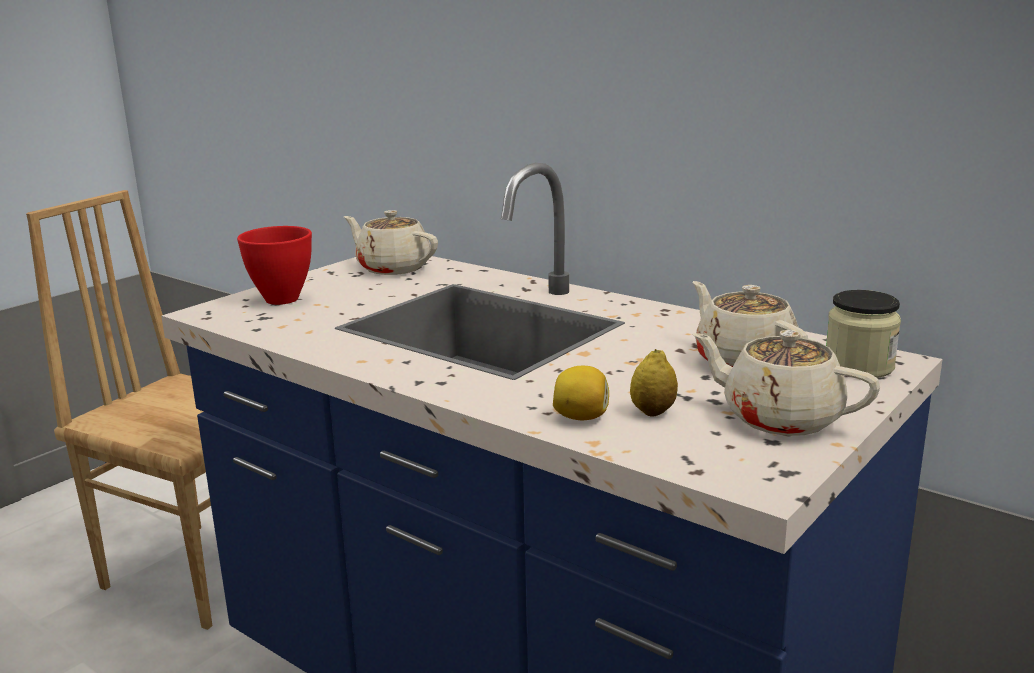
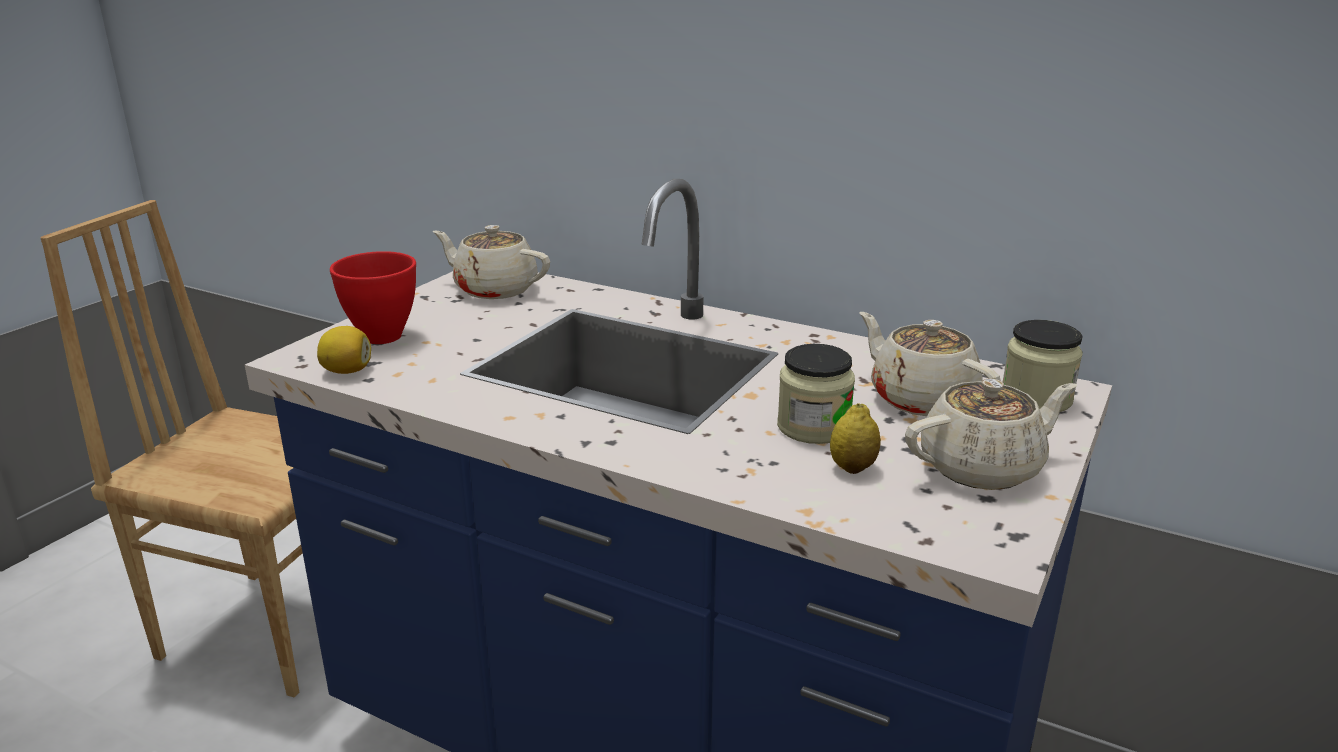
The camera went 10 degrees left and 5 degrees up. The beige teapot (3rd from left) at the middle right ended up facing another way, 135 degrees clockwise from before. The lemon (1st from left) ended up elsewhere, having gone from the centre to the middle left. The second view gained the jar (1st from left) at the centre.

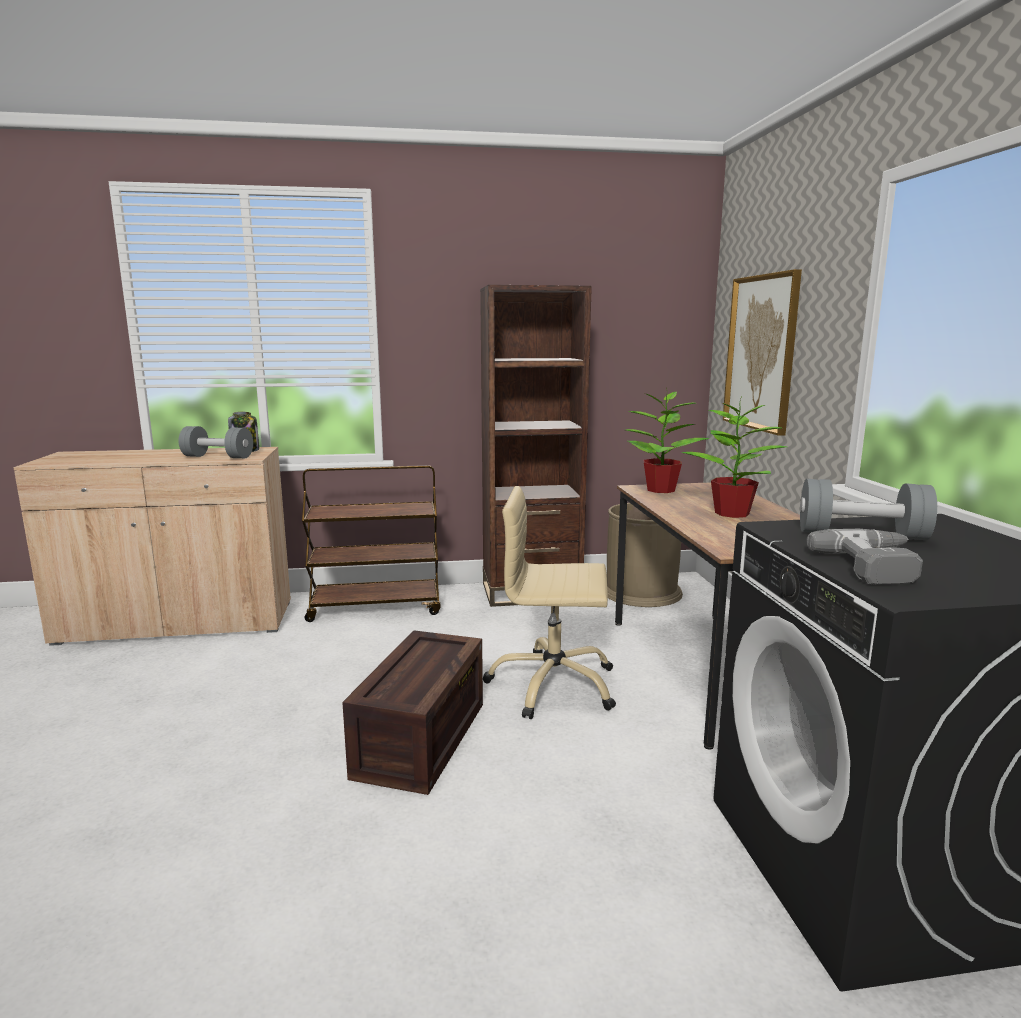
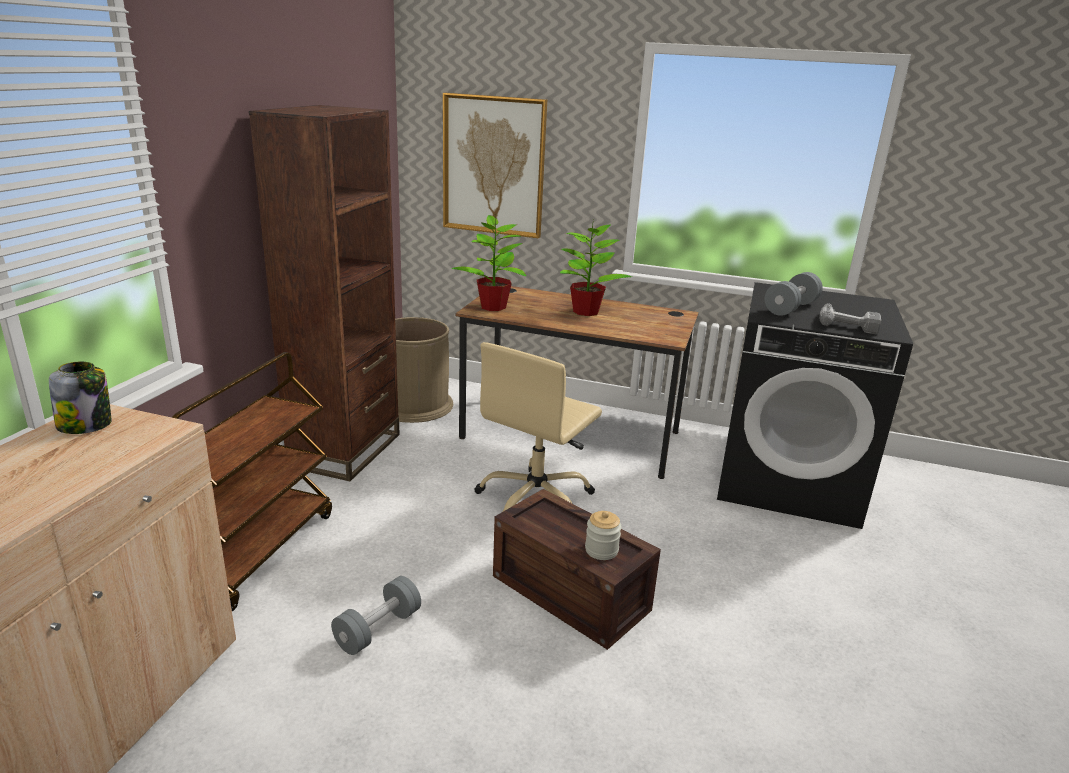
The camera went 65 degrees left and 10 degrees up. The grey dumbbell (1st from left) ended up elsewhere, having gone from the middle left to the bottom centre. The second view gained the jar (2nd from left) at the bottom centre.

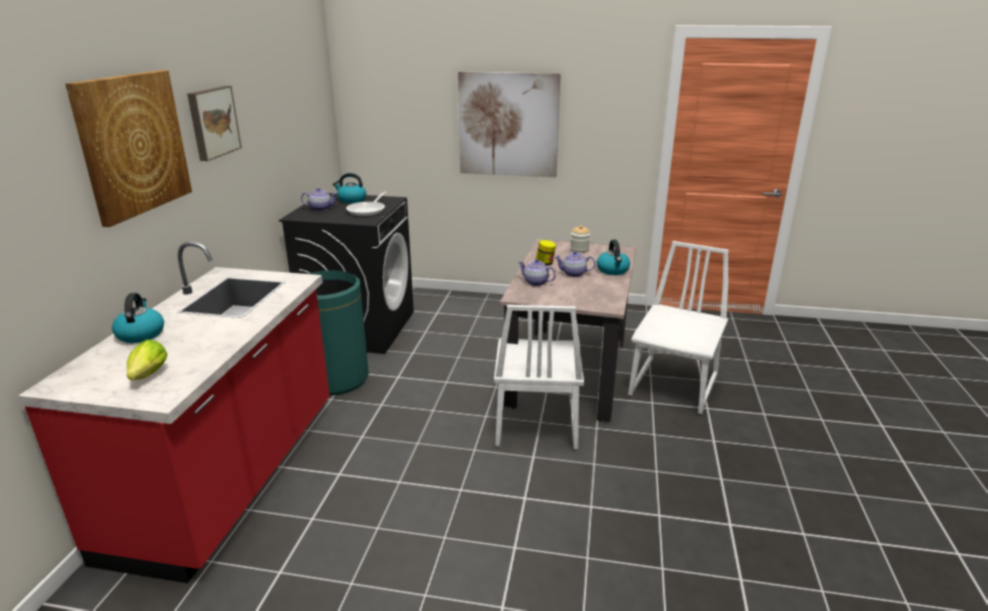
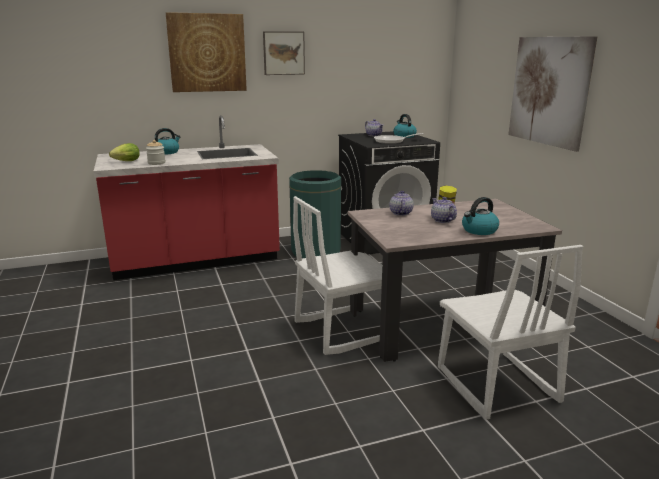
The camera went 60 degrees right and 5 degrees down. The jar (2nd from left in the first image) ended up elsewhere, having gone from the centre to the top left. The white chair (2nd from left) at the middle right ended up facing another way, 75 degrees clockwise from before.

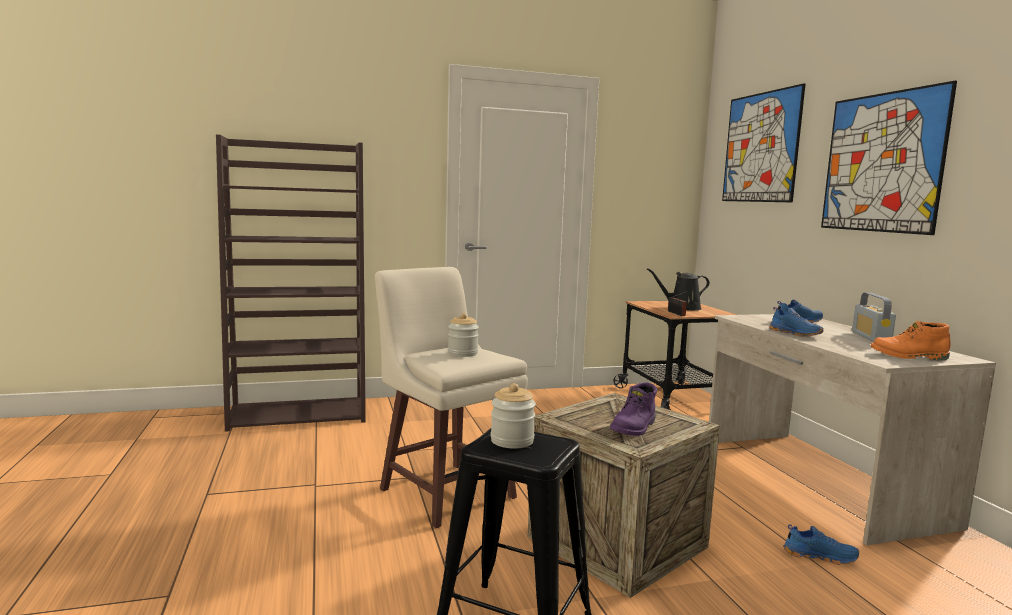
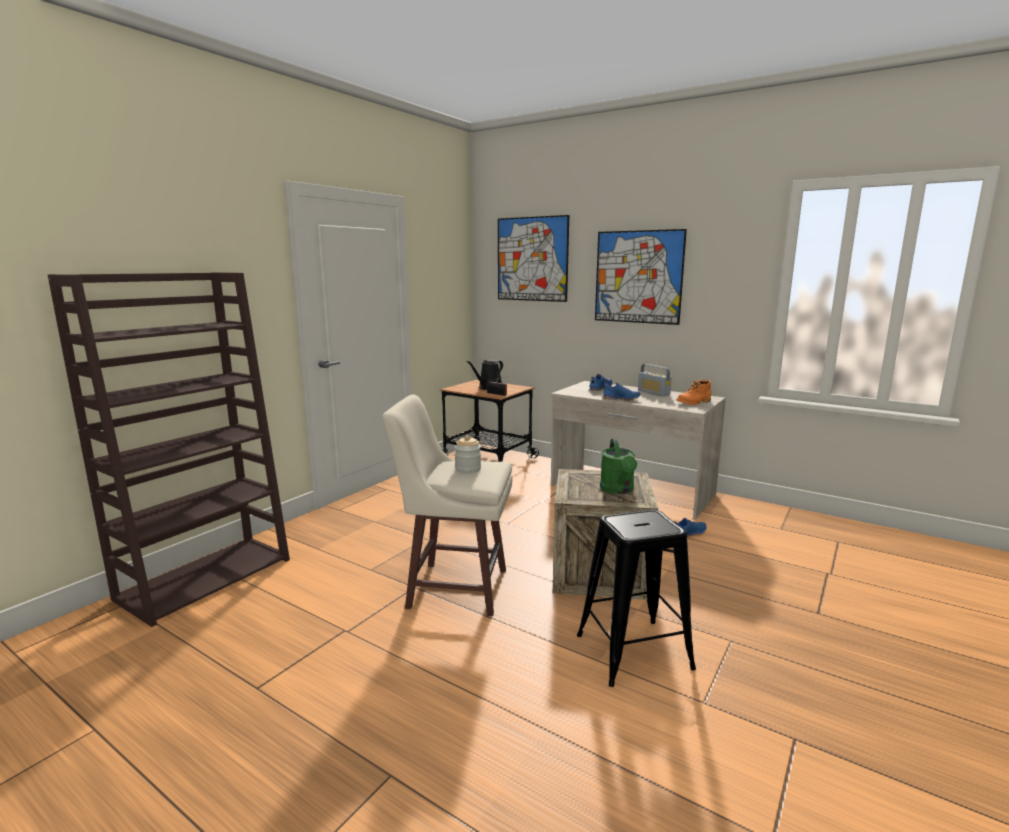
The camera went 40 degrees left and 5 degrees up. The second view lost the jar (2nd from left) at the bottom centre. Where the purple boot stood at the centre, the green watering can came to stand at the centre.

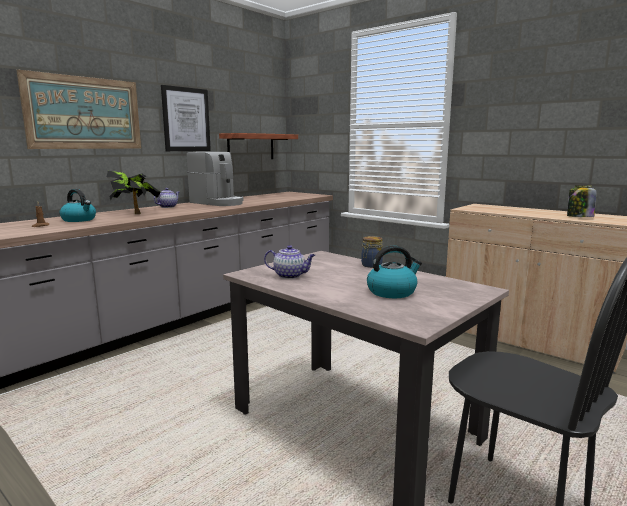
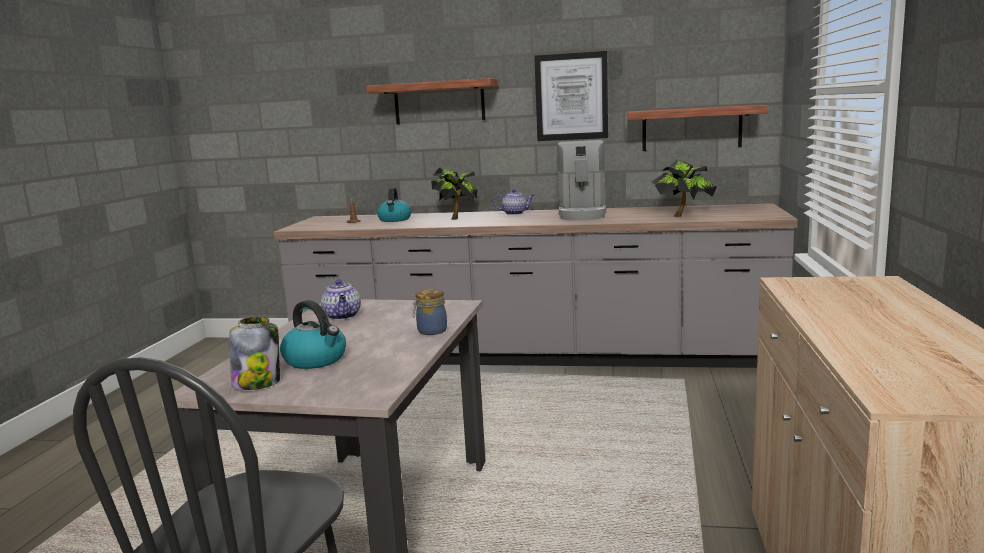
The camera went 60 degrees right and 0 degrees up. Where the picture (1st from left) hung at the top left, the shelf (1st from left) came to hang at the top centre. The jar (2nd from left in the first image) ended up elsewhere, having gone from the middle right to the middle left. The second view gained the potted plant (2nd from left) at the middle right.

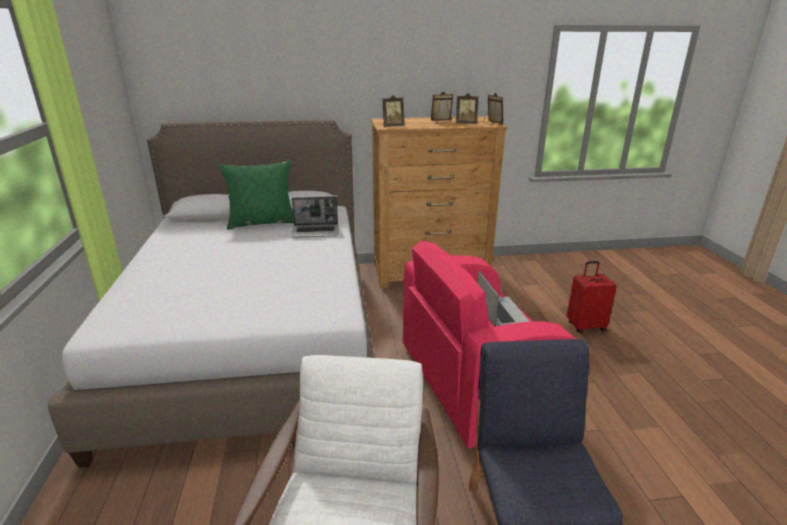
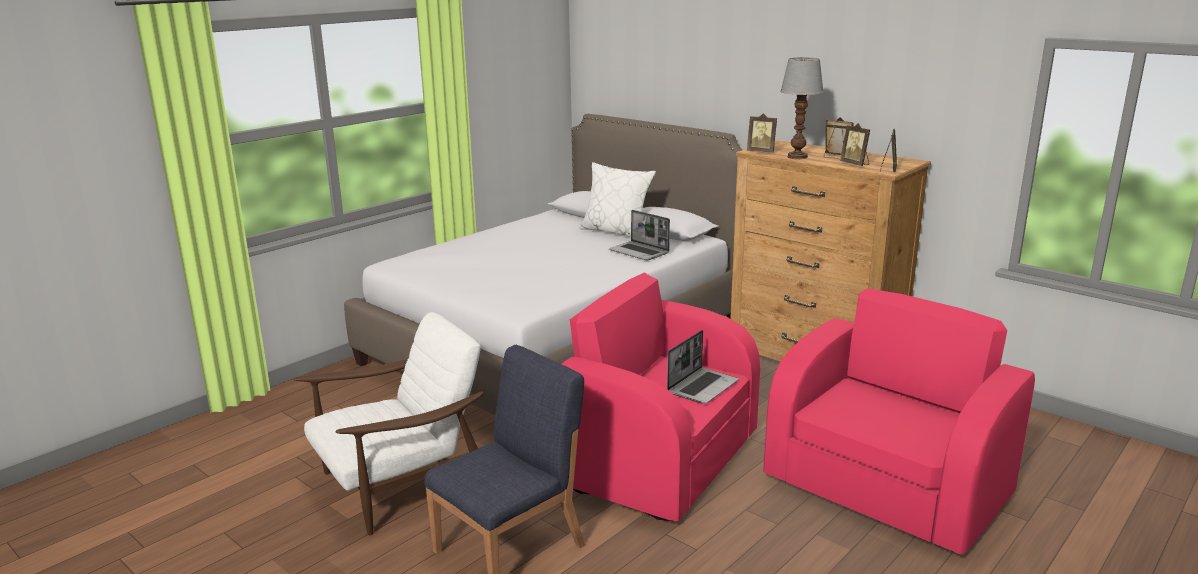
The camera went 50 degrees right and 5 degrees down. What was the green pillow at the middle left turned into the white pillow at the centre. Where the red suitcase stood at the middle right, the pink armchair (2nd from left) came to stand at the bottom right. The second view gained the table lamp at the top right.

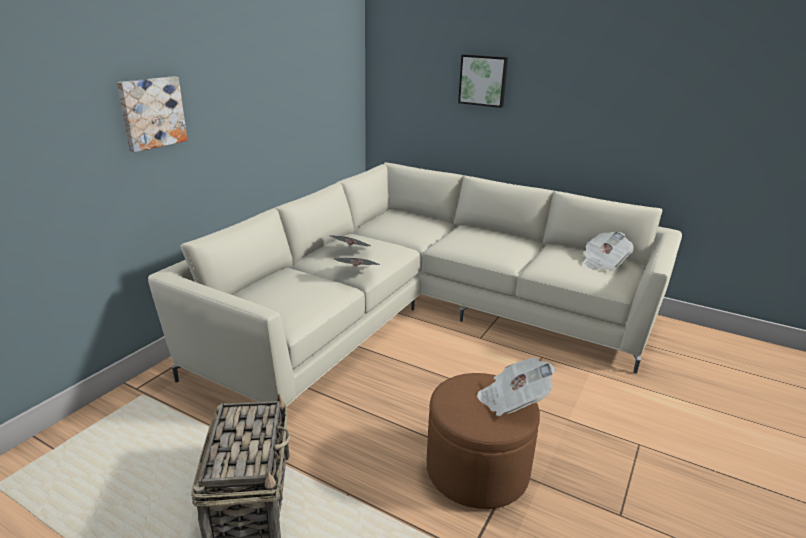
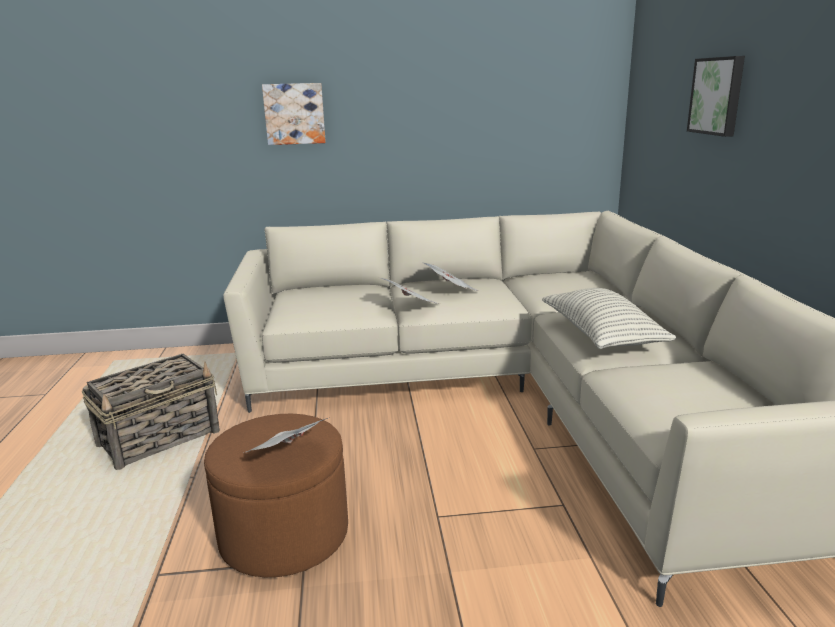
The camera went 55 degrees right and 5 degrees down. The second view lost the newspaper (4th from left) at the middle right. The second view gained the pillow at the middle right.

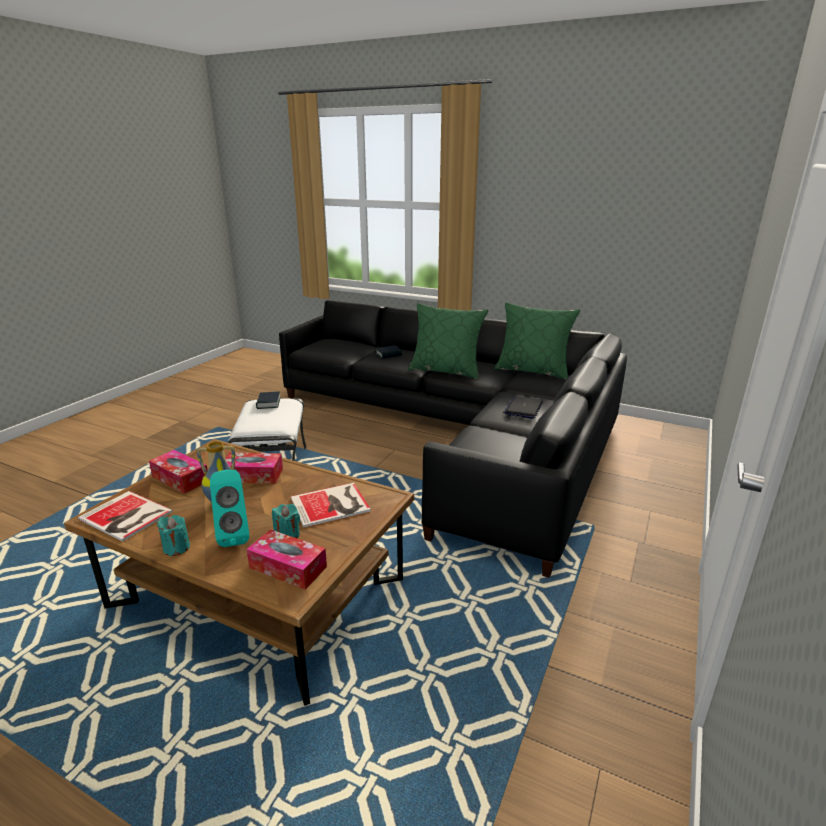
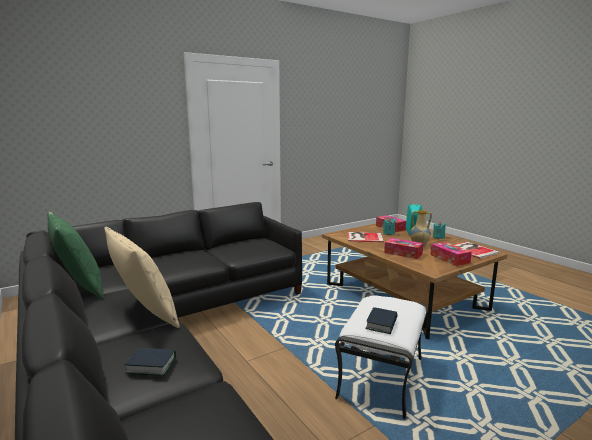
The camera went 150 degrees left and 10 degrees down. What was the green pillow (1st from left) at the centre turned into the beige pillow at the middle left. The second view lost the laptop at the centre.

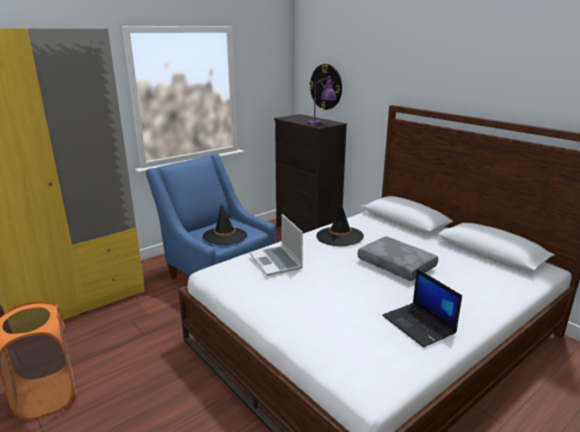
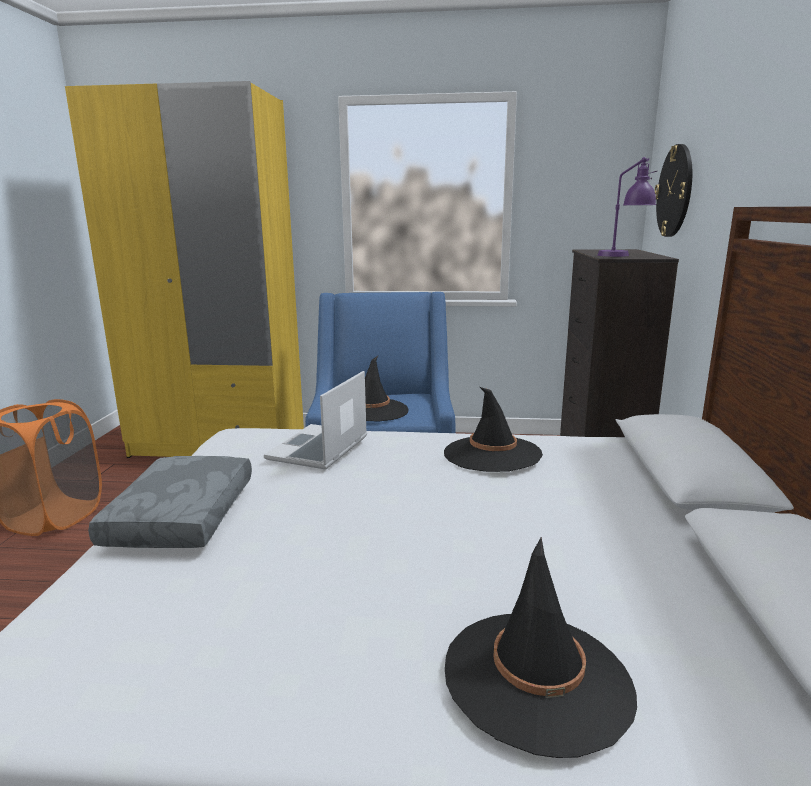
The camera went 45 degrees right and 5 degrees down. The grey pillow ended up elsewhere, having gone from the middle right to the middle left. The second view lost the laptop (2nd from left) at the bottom right. The second view gained the black hat (3rd from left) at the bottom right.

